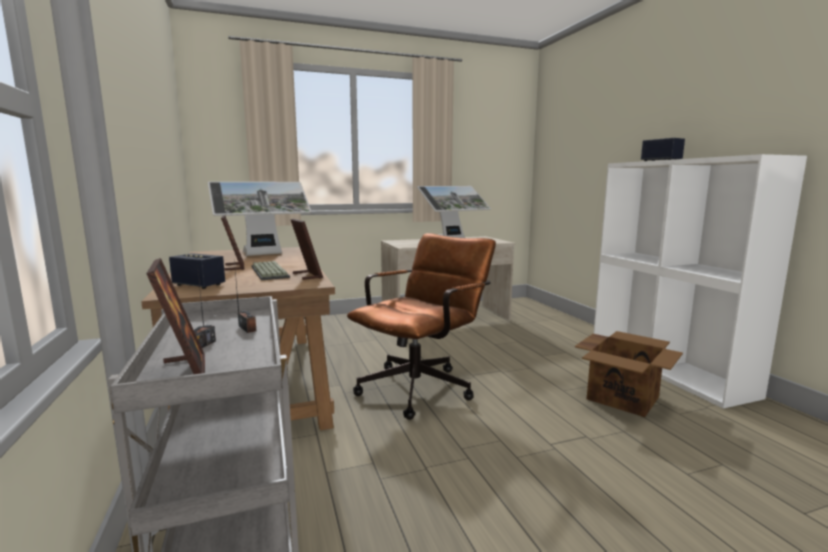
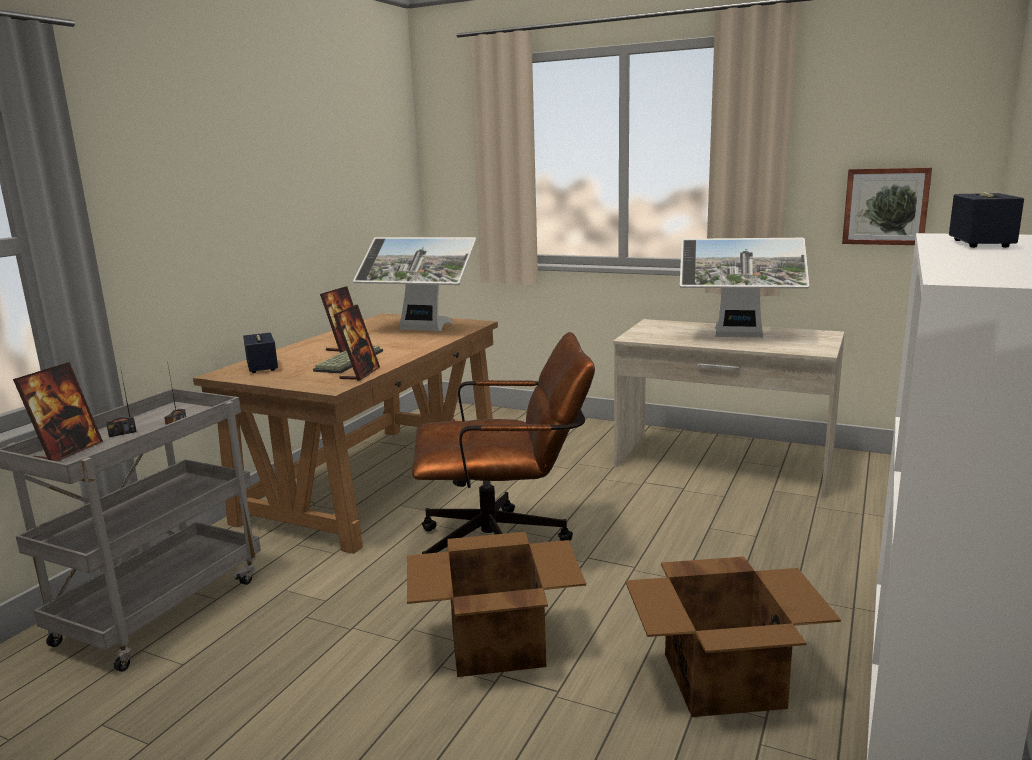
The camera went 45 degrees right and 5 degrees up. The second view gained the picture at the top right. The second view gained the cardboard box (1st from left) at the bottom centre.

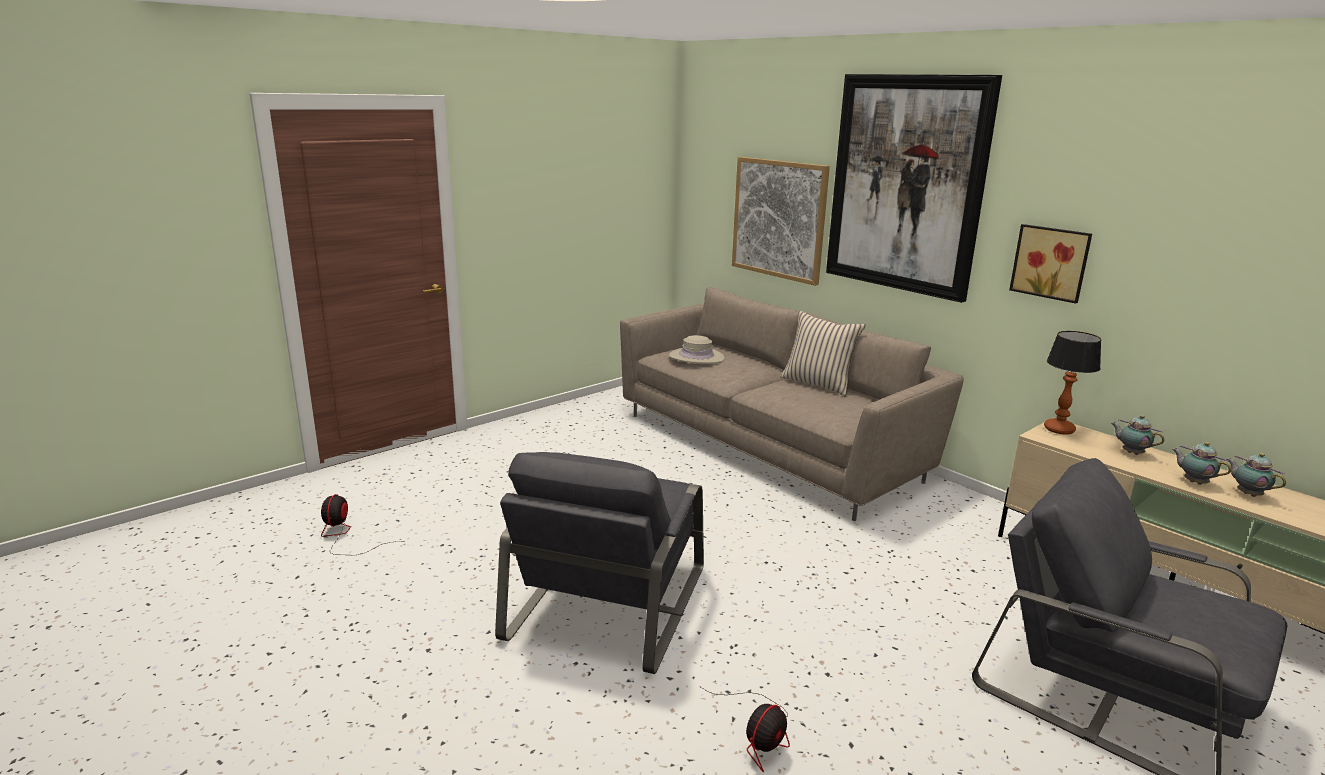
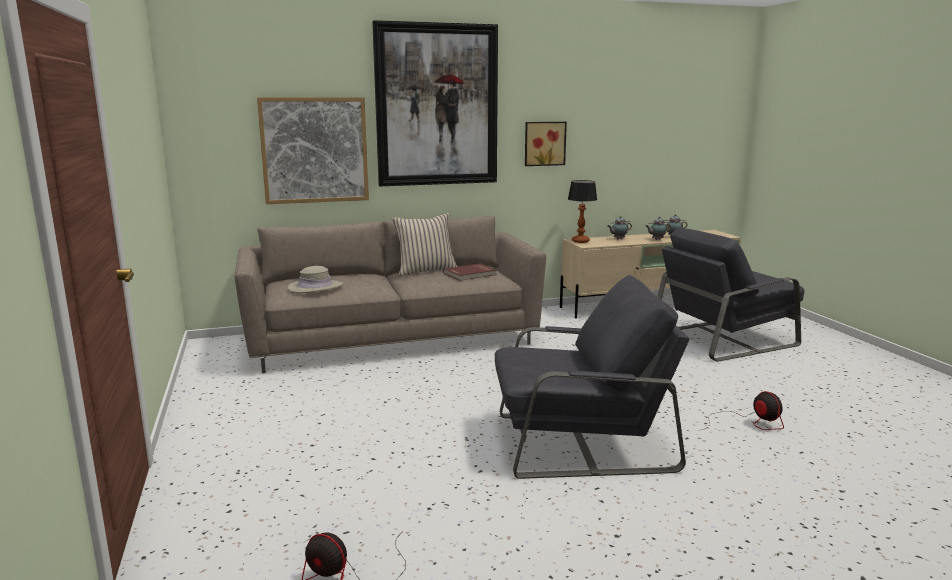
The camera went 65 degrees left and 5 degrees down. The grey armchair (1st from left) at the bottom centre ended up facing another way, 45 degrees counterclockwise from before. The second view gained the red book at the centre.

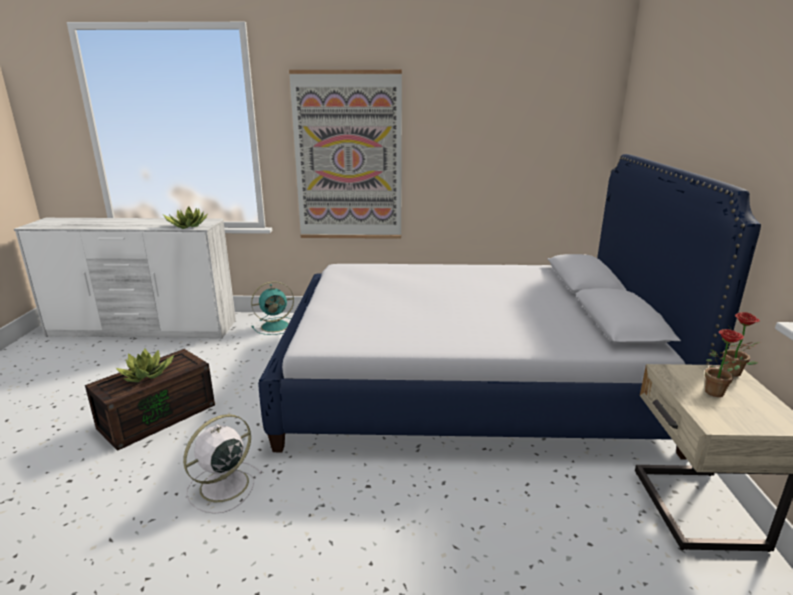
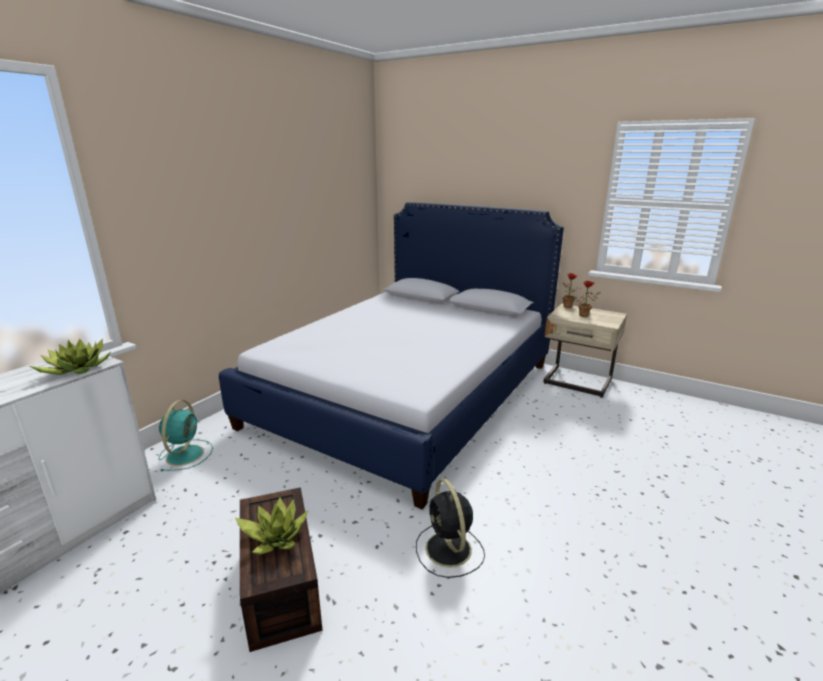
The camera went 60 degrees left and 0 degrees up. The second view lost the picture at the top centre. What was the white fan at the bottom left turned into the black fan at the bottom centre.

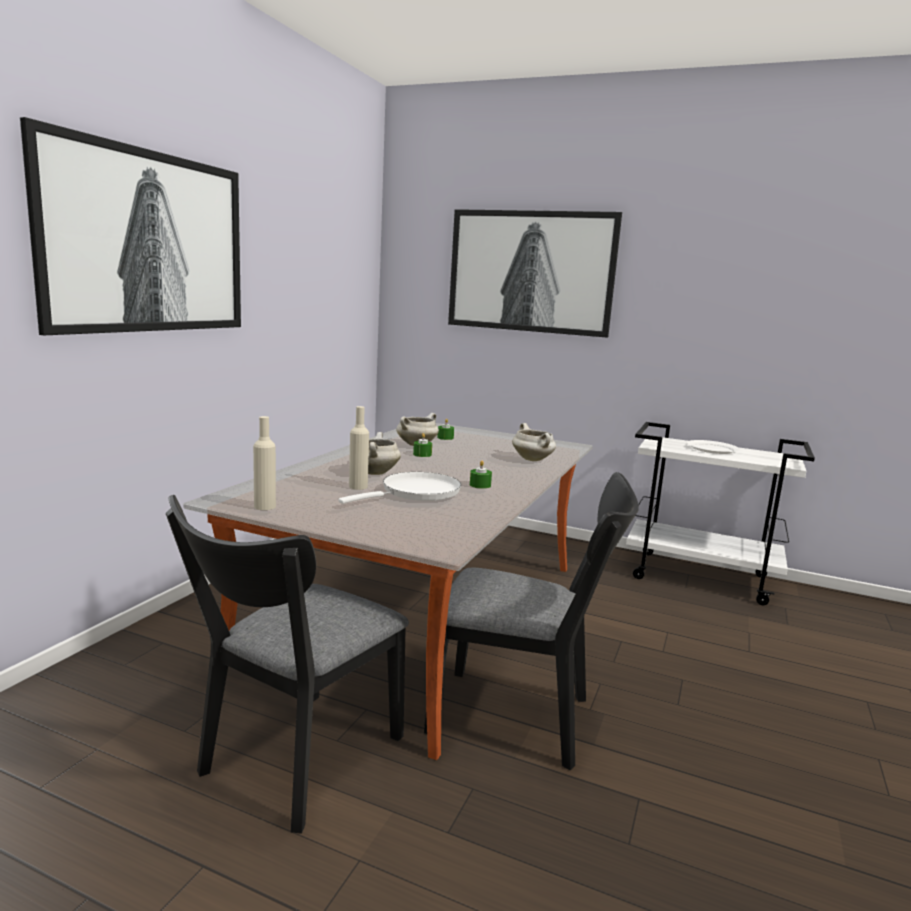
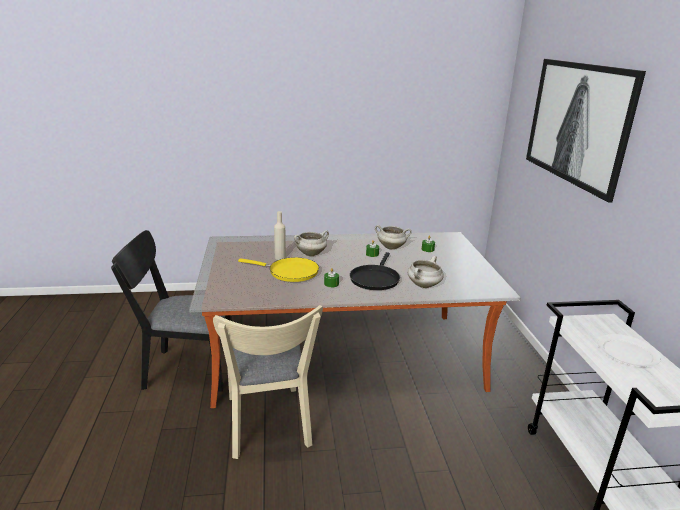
The camera went 60 degrees right and 10 degrees up. The second view lost the picture (1st from left) at the top left. The second view lost the beige bottle (1st from left) at the middle left. What was the white frying pan at the centre turned into the yellow frying pan at the centre. What was the black chair (2nd from left) at the bottom centre turned into the beige chair at the bottom centre. The second view gained the black frying pan at the centre.

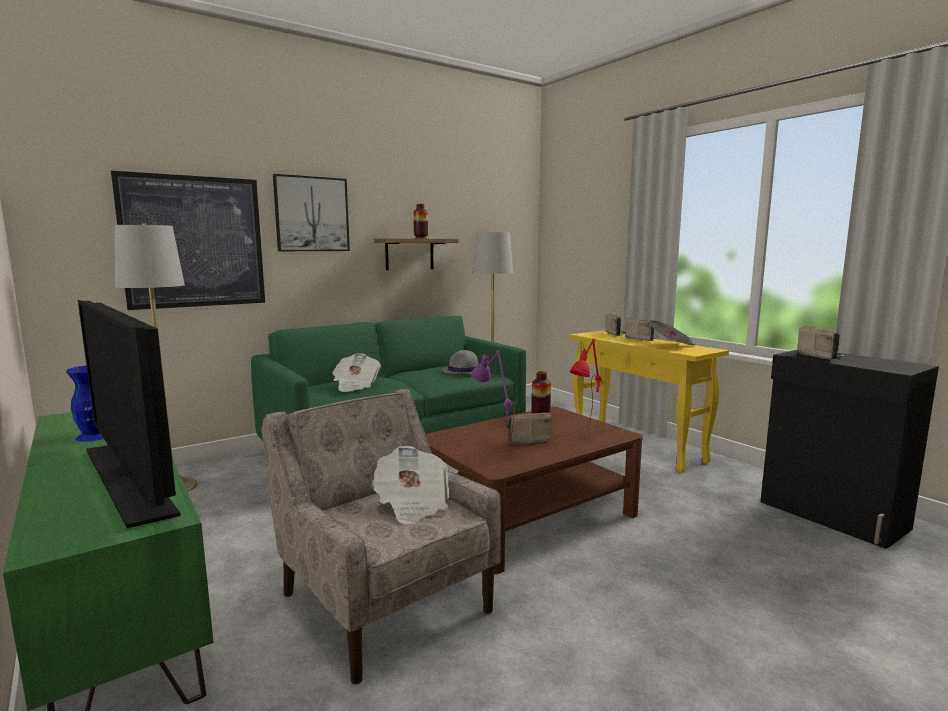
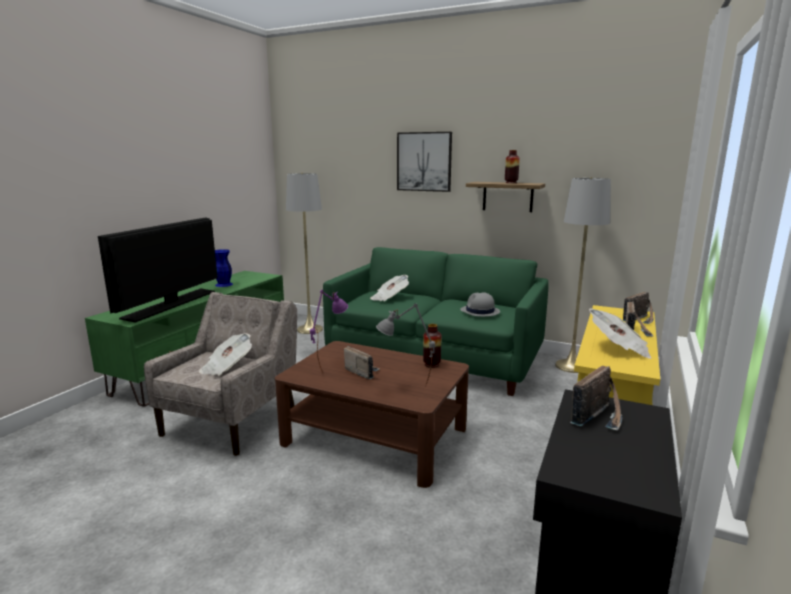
The camera went 60 degrees right and 5 degrees up. The second view lost the picture (1st from left) at the middle left. What was the red table lamp at the centre turned into the grey table lamp at the centre.

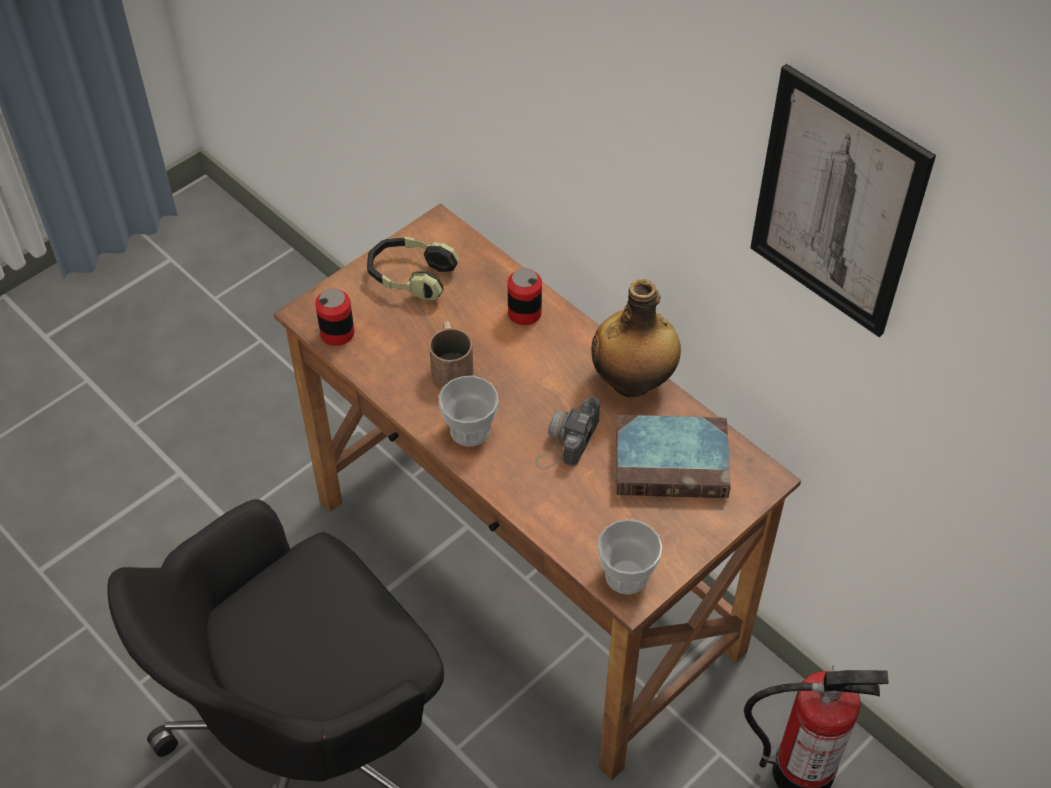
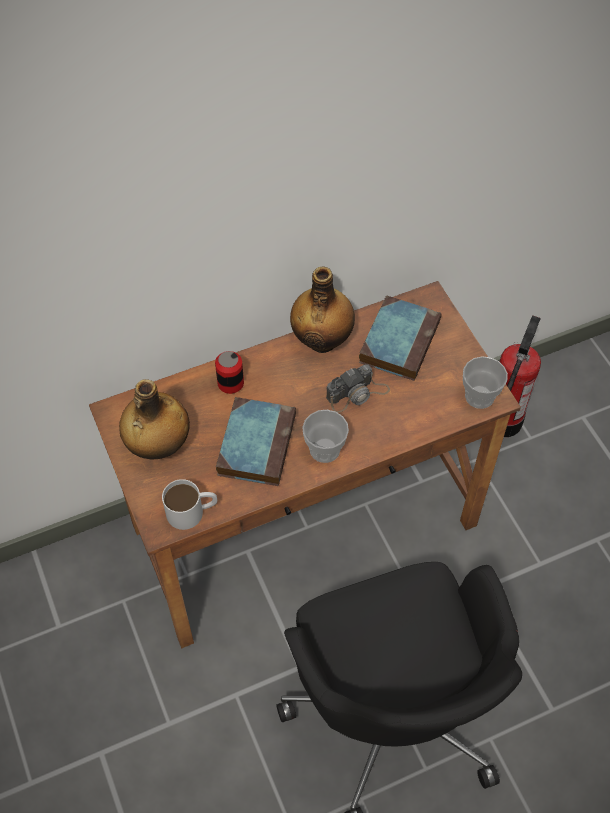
The camera went 70 degrees left and 5 degrees up. The second view lost the picture at the top right. Where the headphones stood at the centre, the bottle (1st from left) came to stand at the middle left. Where the can (1st from left) stood at the middle left, the white mug came to stand at the middle left. Where the brown mug stood at the centre, the book (1st from left) came to stand at the centre. The photo camera at the centre ended up facing another way, 75 degrees counterclockwise from before.

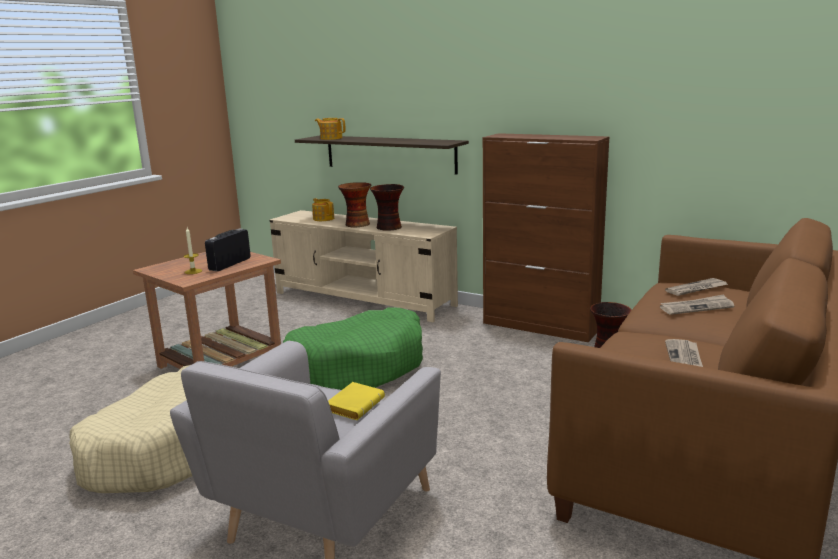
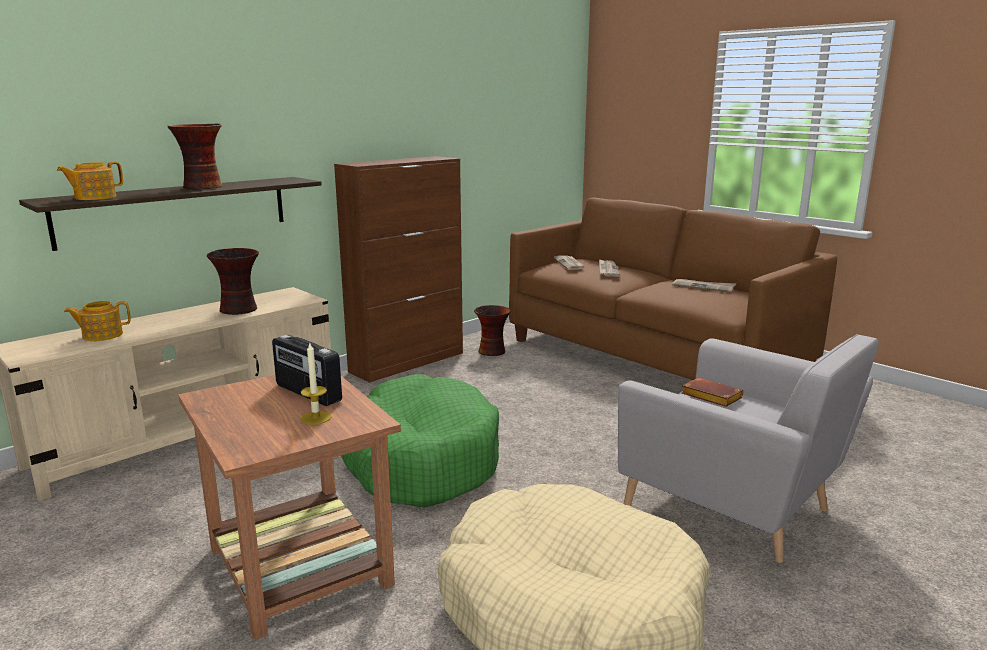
The camera went 75 degrees left and 0 degrees up. The vase (1st from left) ended up elsewhere, having gone from the centre to the top left. What was the yellow book at the bottom centre turned into the brown book at the middle right.

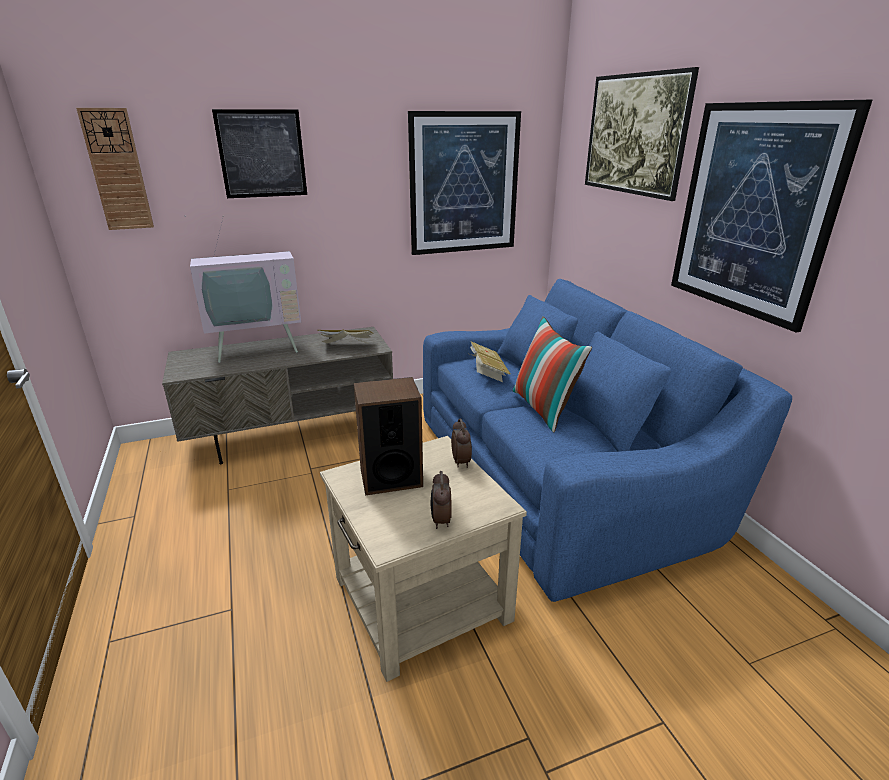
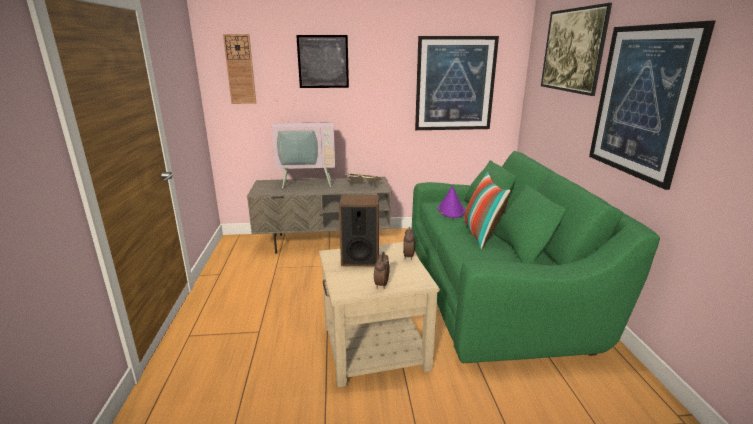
The camera went 15 degrees right and 5 degrees down. What was the blue sofa at the middle right turned into the green sofa at the middle right. Where the book (2nd from left) stood at the centre, the purple hat came to stand at the centre.

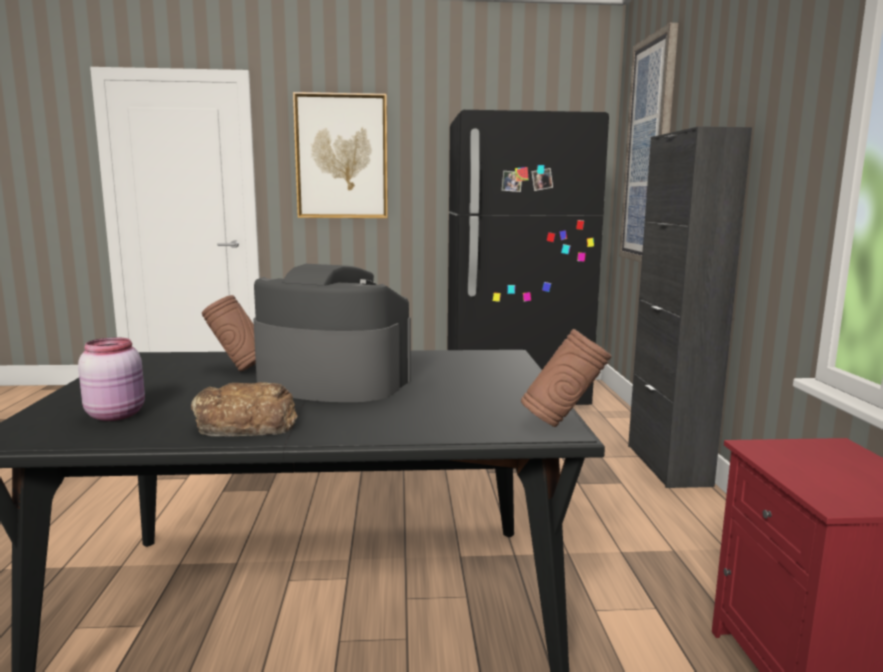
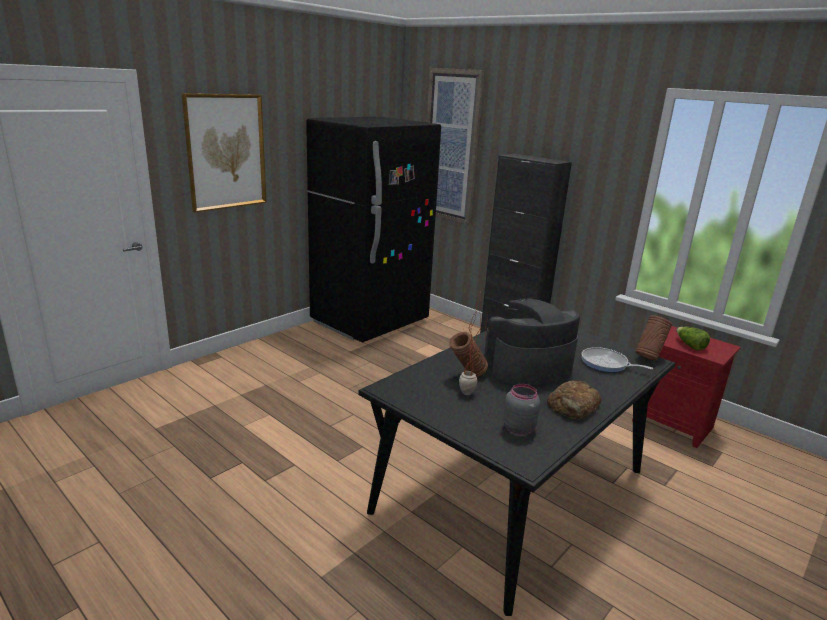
The camera went 45 degrees left and 10 degrees up. What was the pink jar at the middle left turned into the grey jar at the centre. The second view gained the potted plant at the centre. The second view gained the lettuce at the middle right. The second view gained the frying pan at the middle right.

